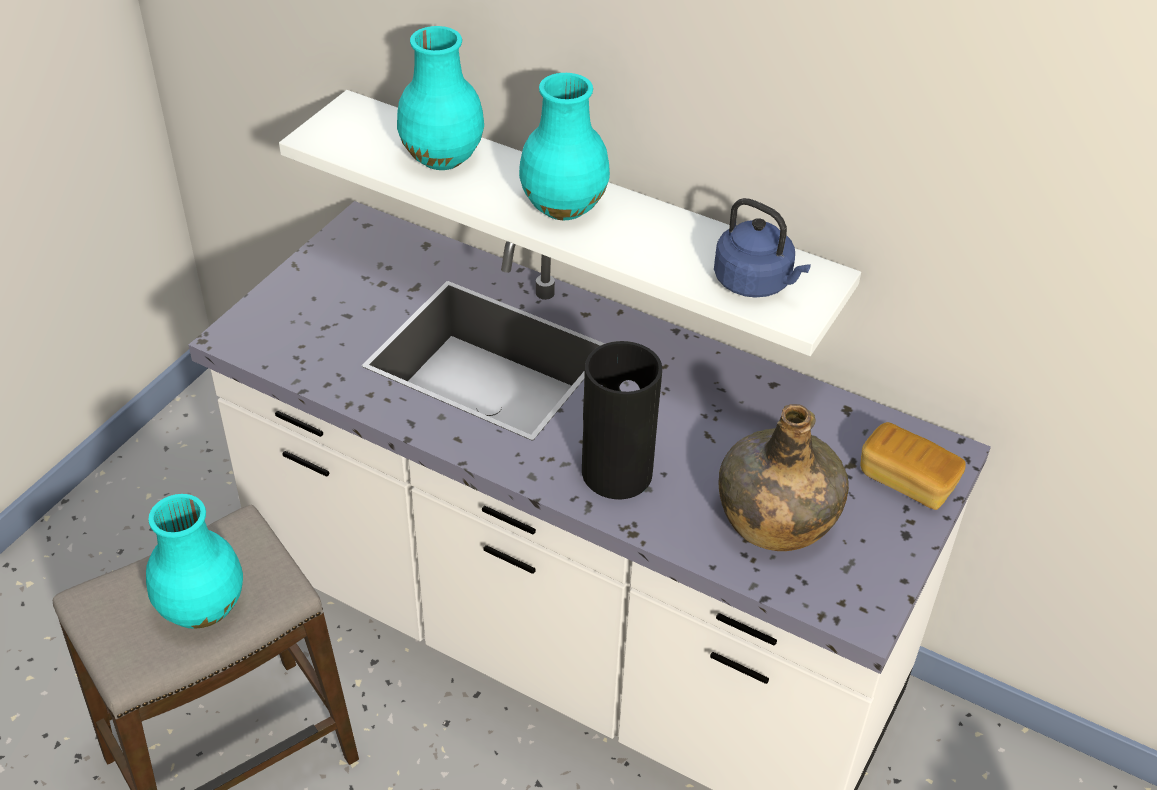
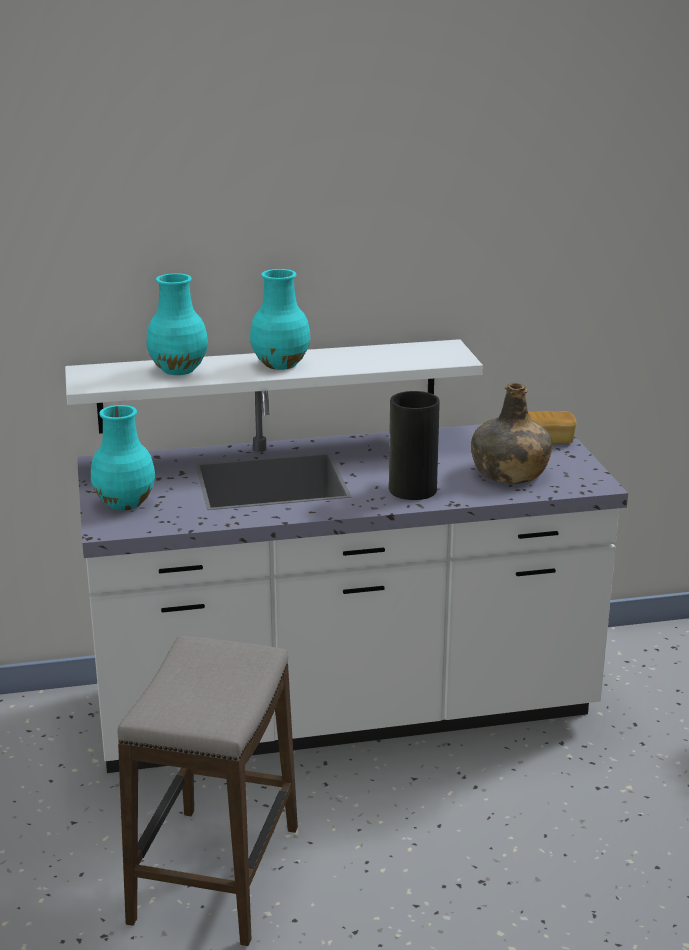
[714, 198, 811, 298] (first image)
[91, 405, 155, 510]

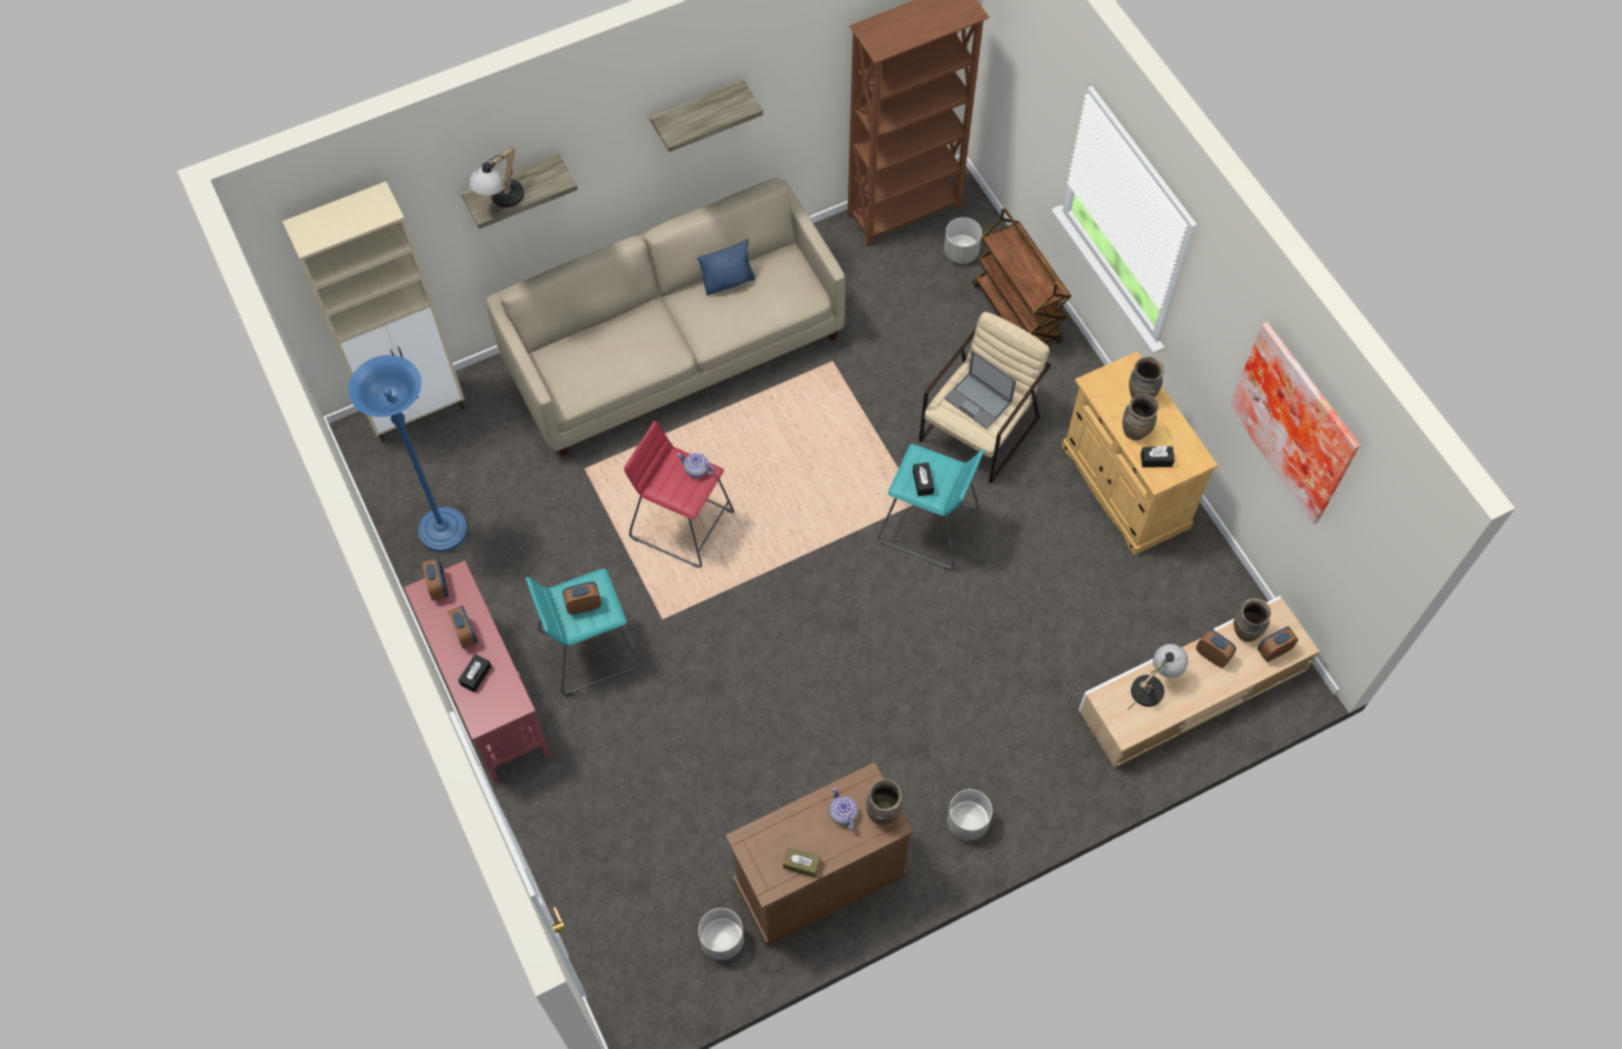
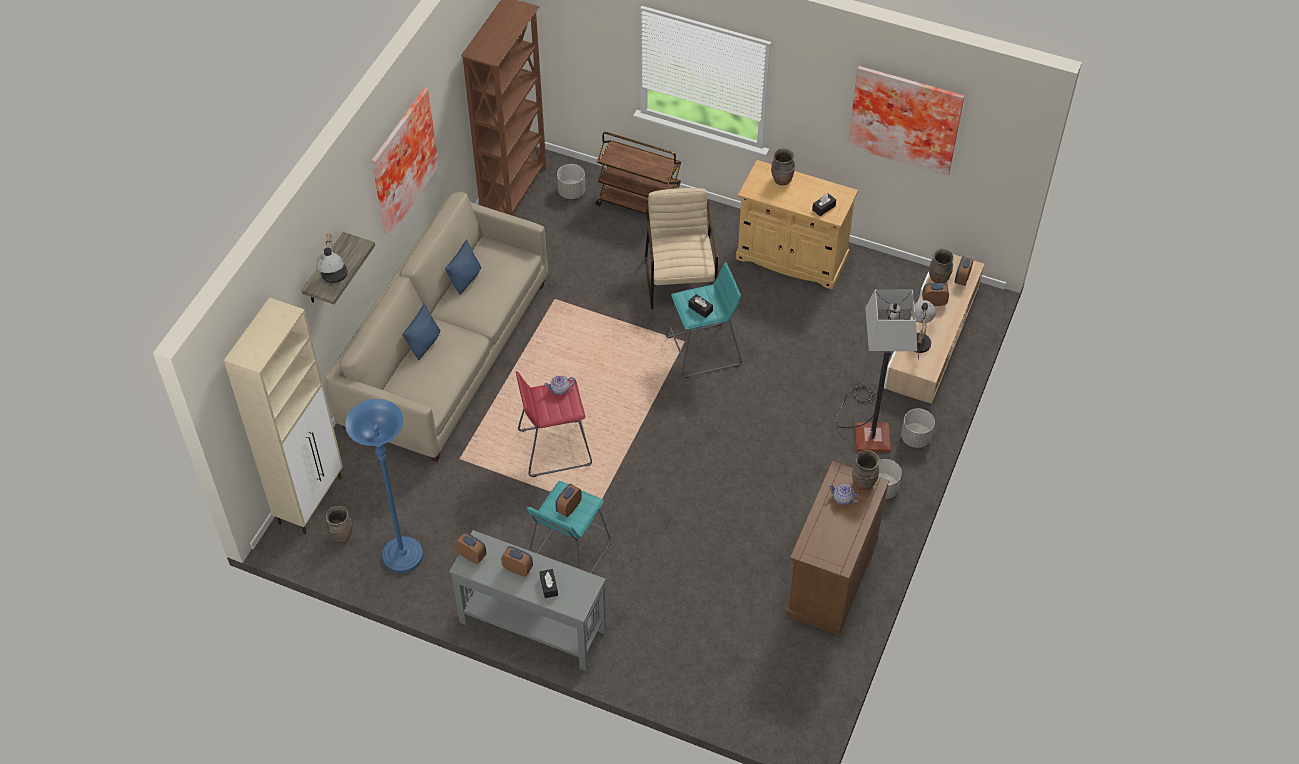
[372, 88, 439, 239]
[944, 350, 1016, 429] (first image)
[326, 506, 353, 543]
[449, 530, 606, 671]
[783, 847, 821, 877] (first image)
[901, 409, 935, 448]
[836, 289, 917, 452]
[403, 303, 441, 360]

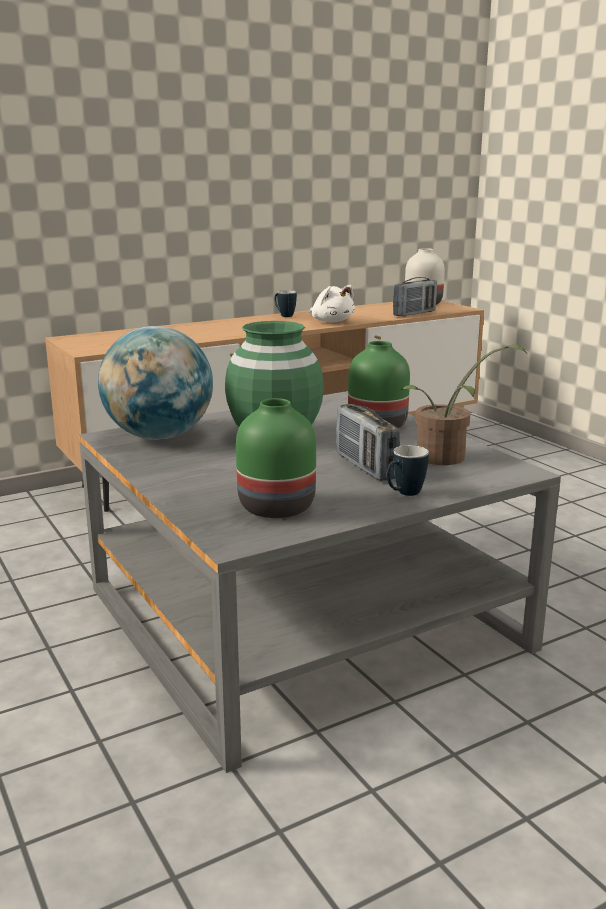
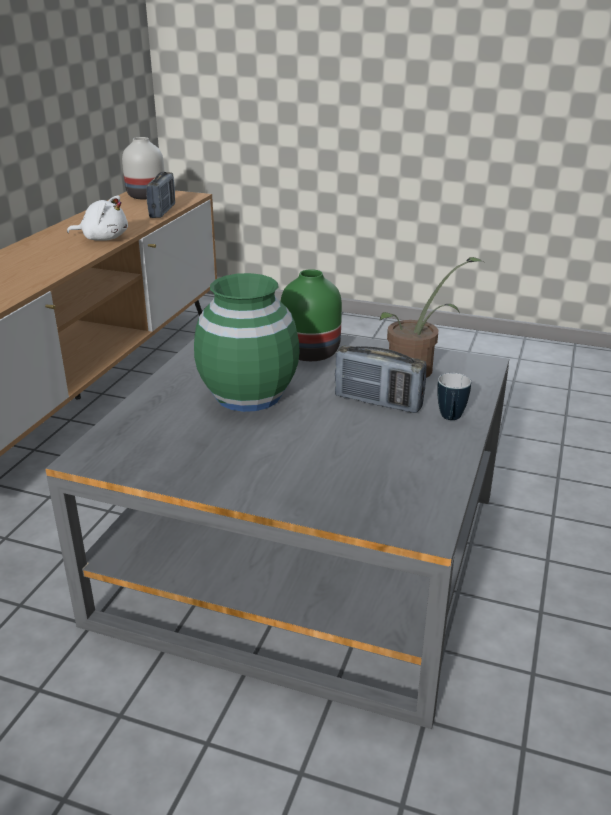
[275, 290, 297, 317] (first image)
[98, 326, 213, 440] (first image)
[236, 398, 316, 518] (first image)

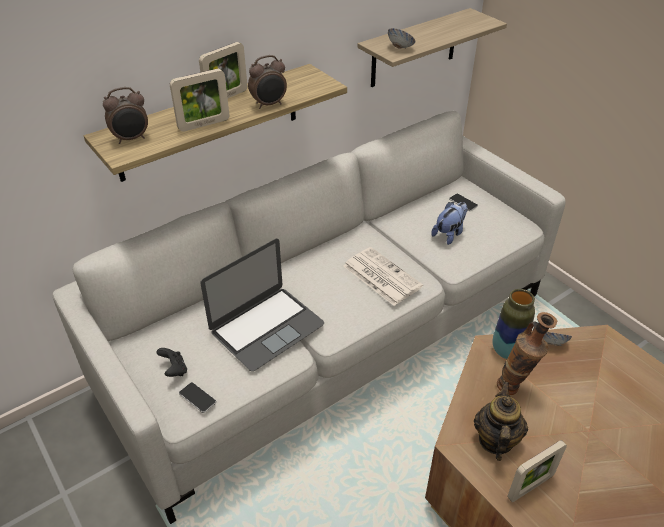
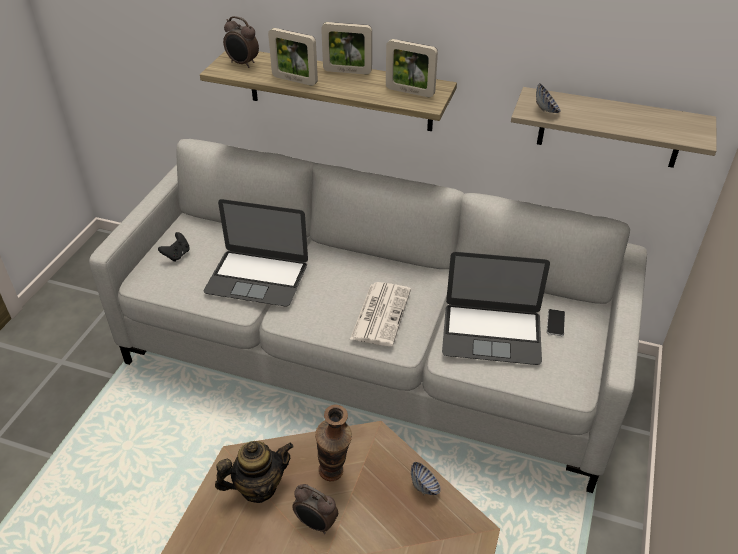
[292, 484, 338, 534]
[442, 252, 550, 365]
[492, 289, 535, 359] (first image)
[179, 382, 216, 413] (first image)
[386, 39, 438, 98]

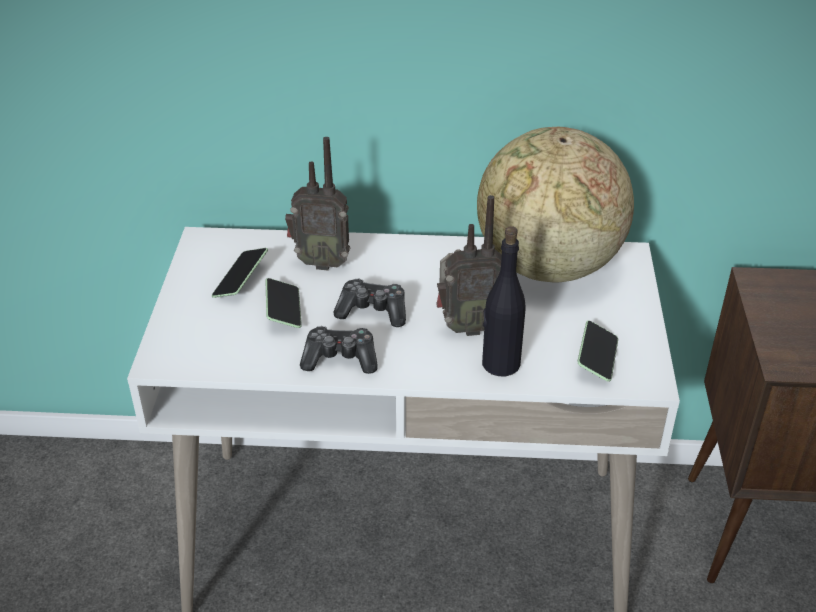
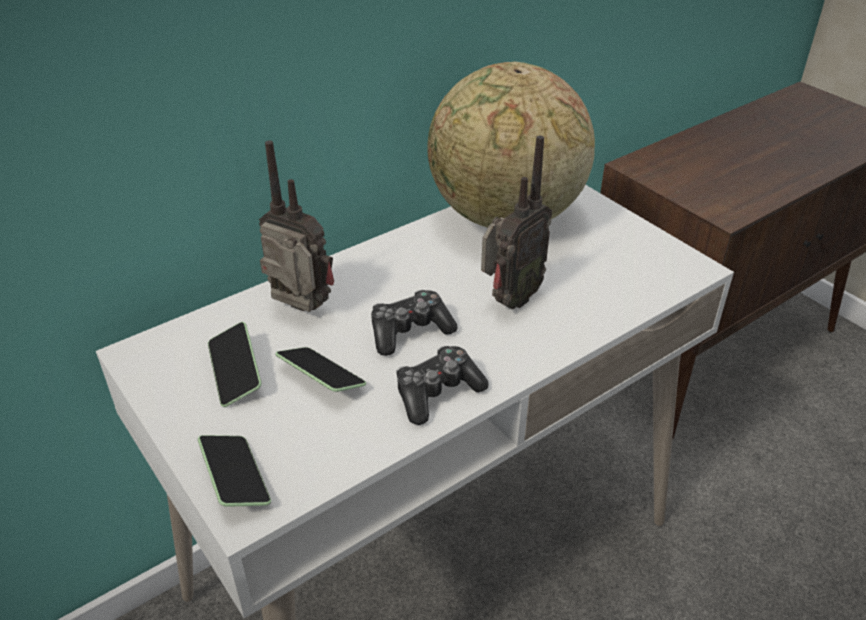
[259, 141, 334, 312]
[482, 226, 525, 376] (first image)
[198, 435, 271, 507]

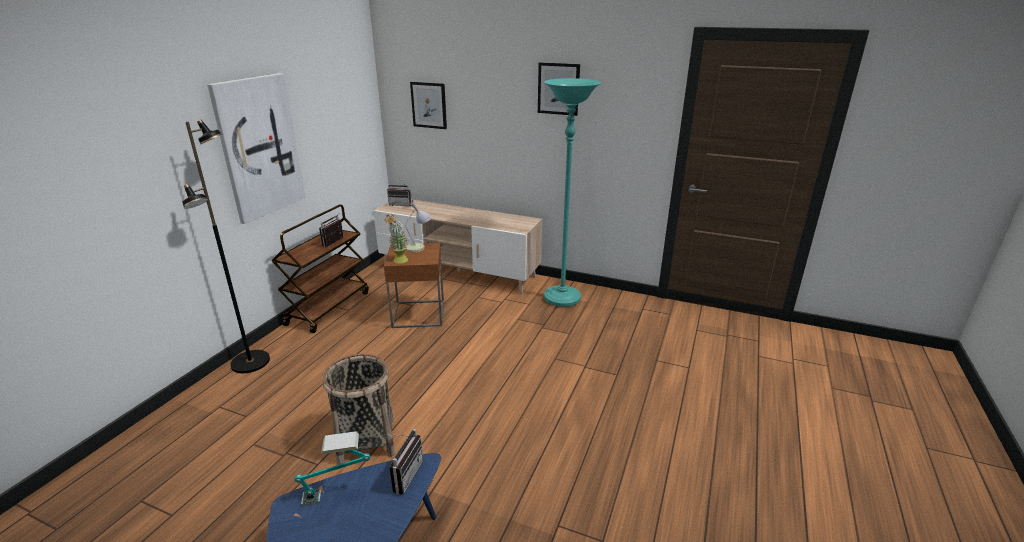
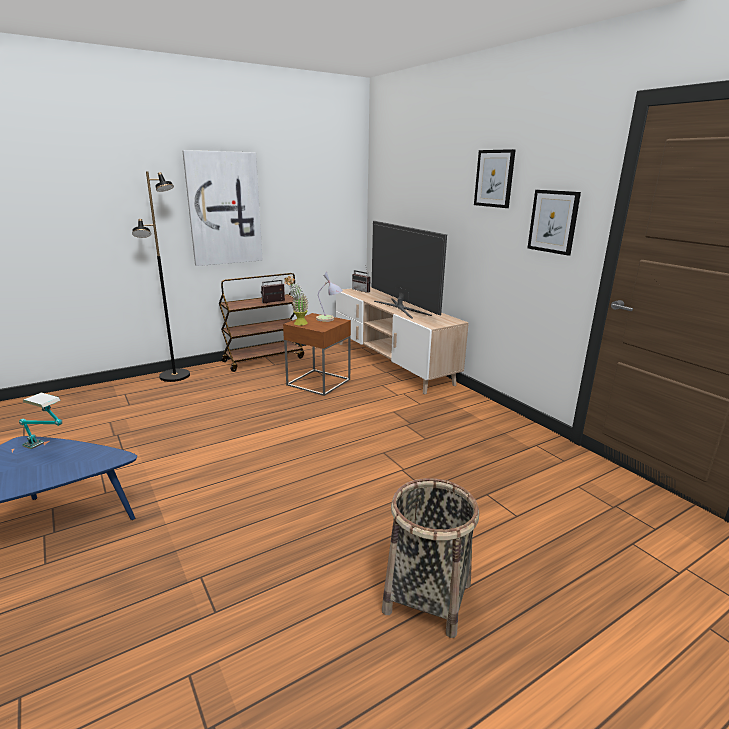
[544, 78, 601, 307] (first image)
[528, 190, 581, 256]
[382, 478, 479, 638]
[384, 429, 423, 495] (first image)
[372, 221, 447, 319]

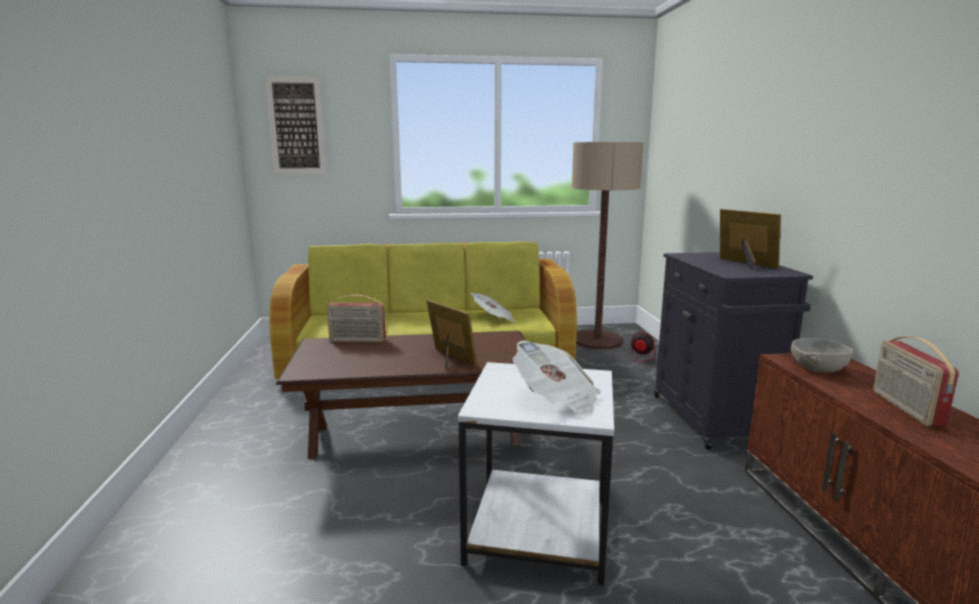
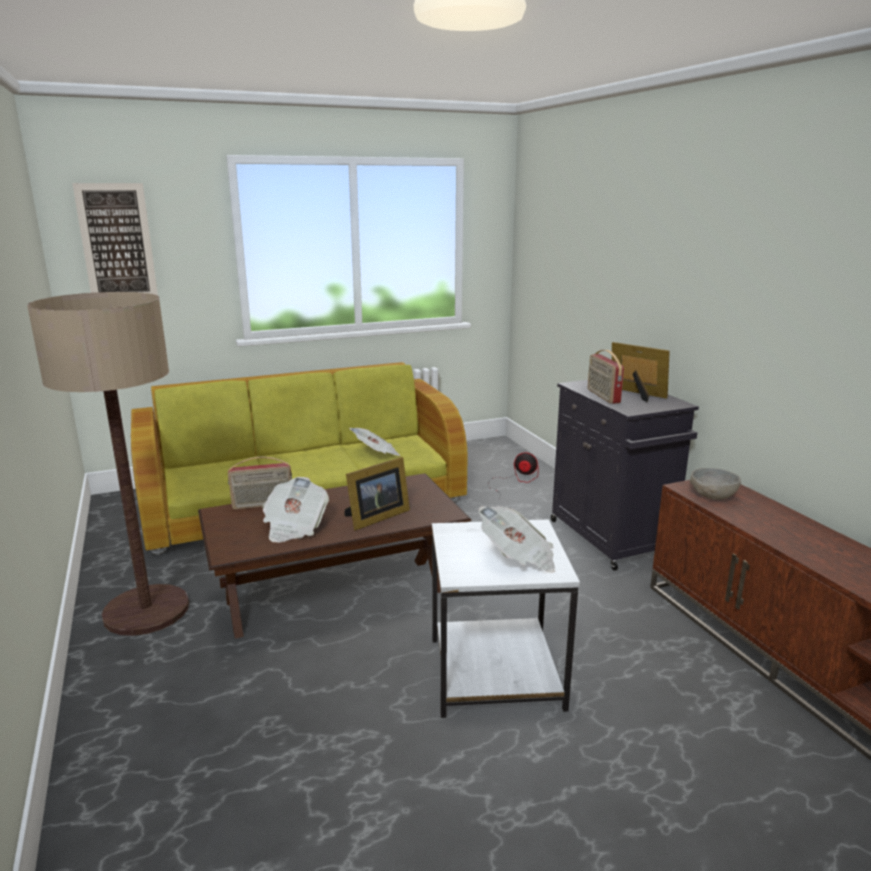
[27, 292, 189, 636]
[345, 457, 410, 531]
[588, 350, 624, 404]
[262, 477, 329, 542]

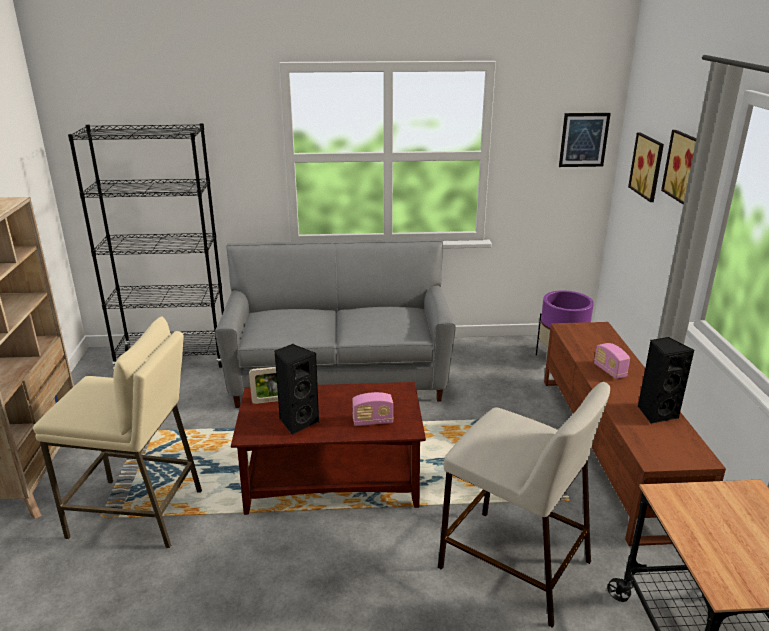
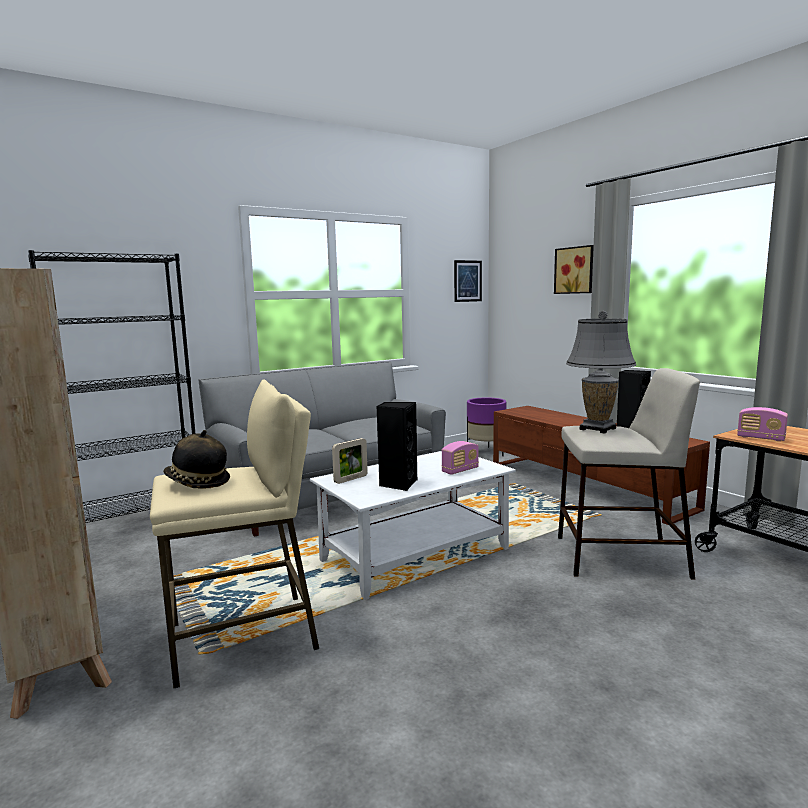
[628, 133, 664, 202] (first image)
[737, 407, 788, 441]
[310, 451, 516, 600]
[566, 311, 636, 434]
[163, 430, 230, 489]

